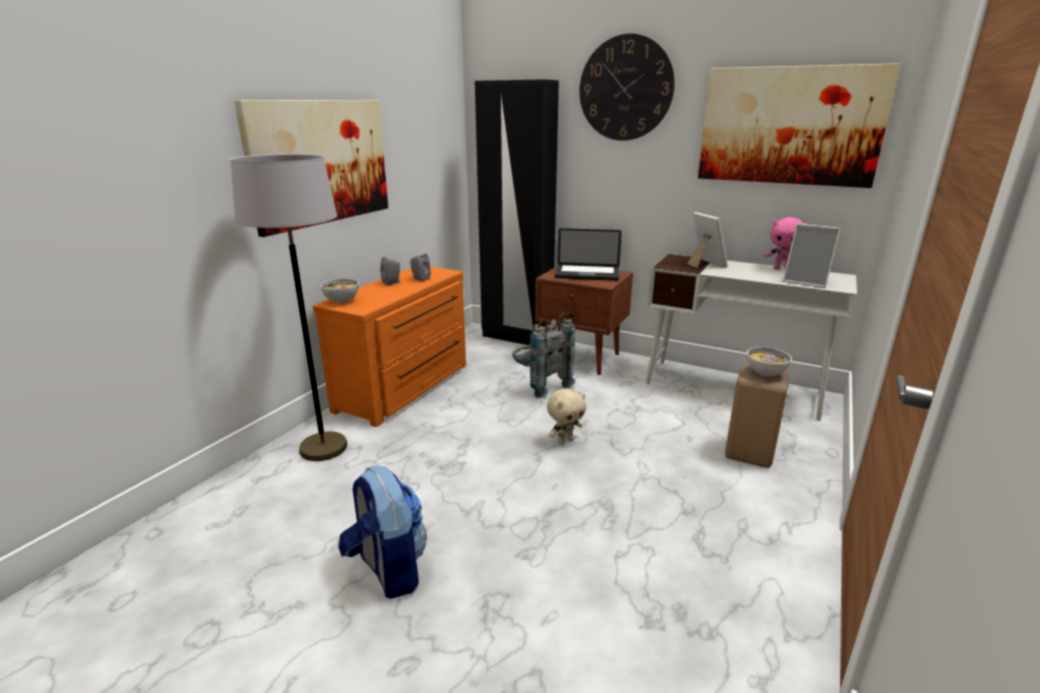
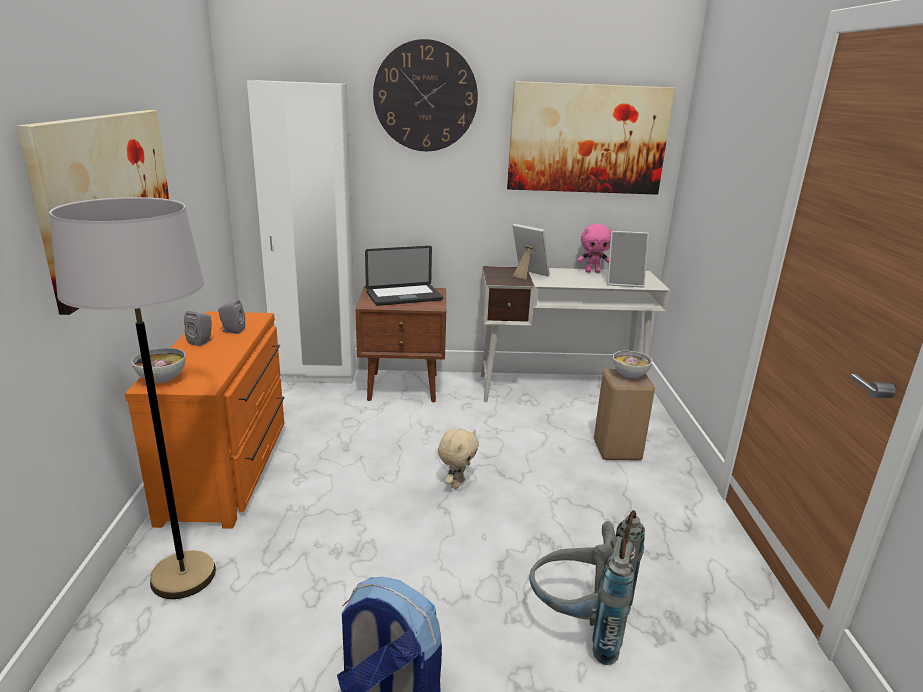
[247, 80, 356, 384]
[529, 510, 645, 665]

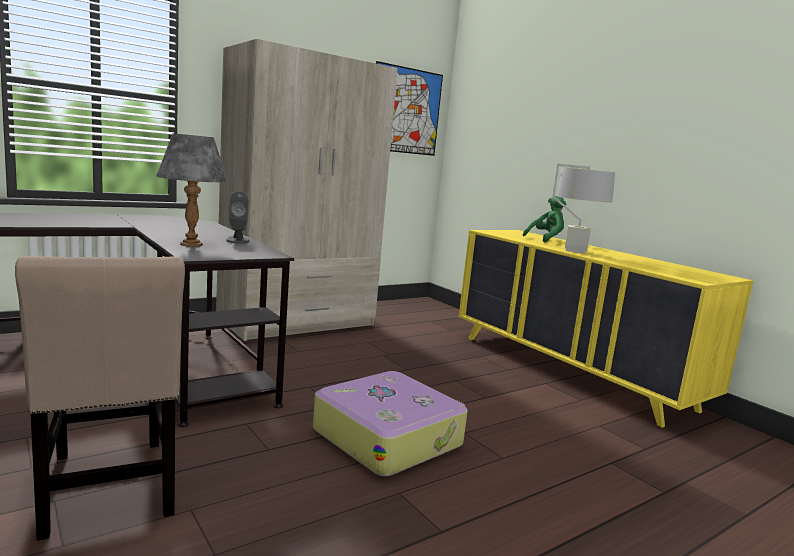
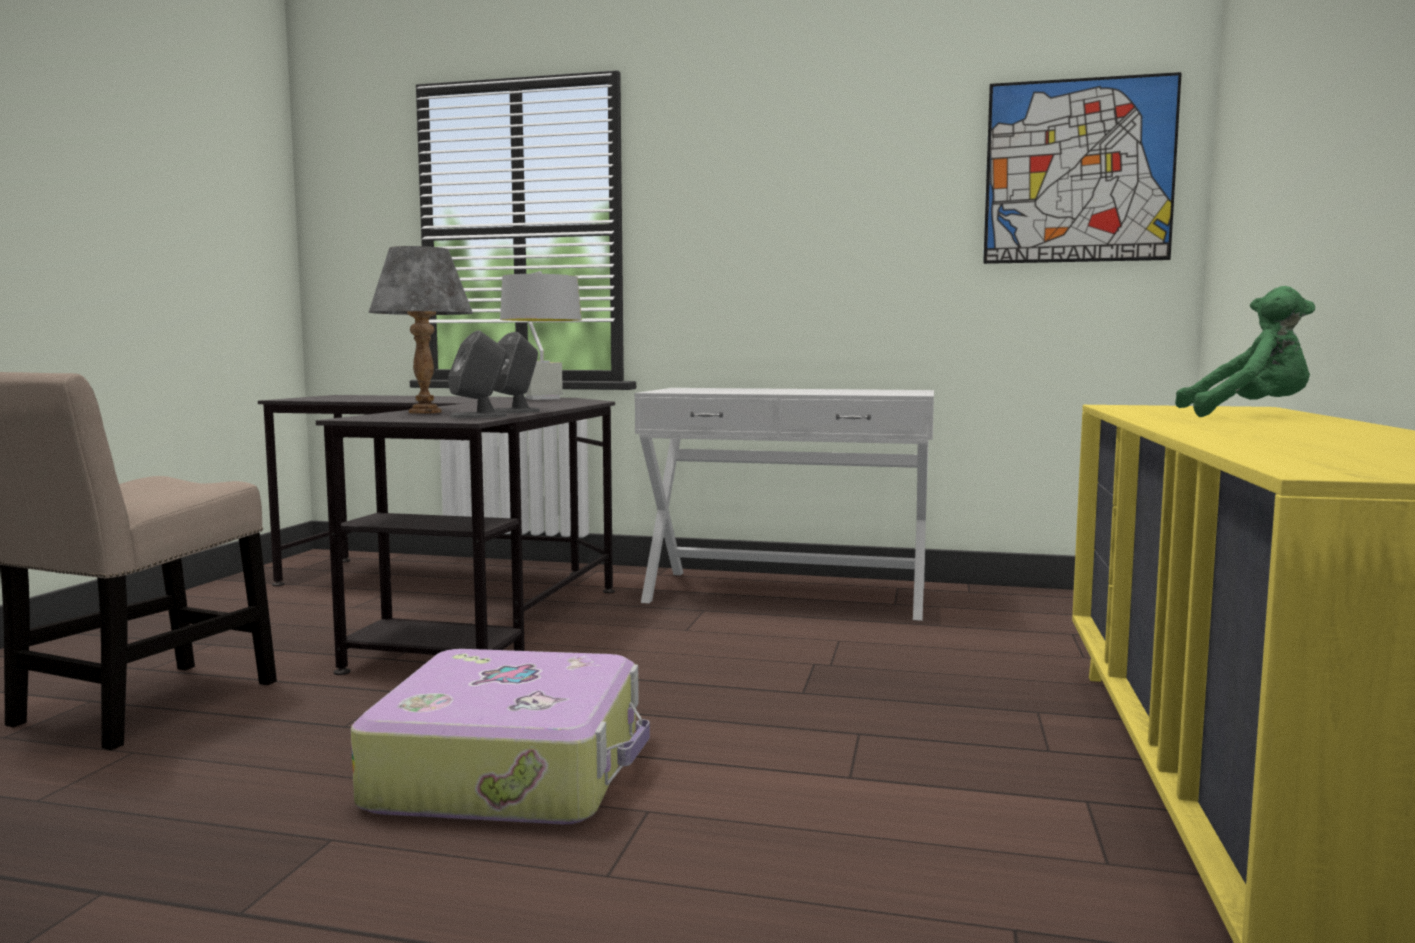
[635, 388, 934, 621]
[500, 271, 582, 400]
[448, 330, 507, 418]

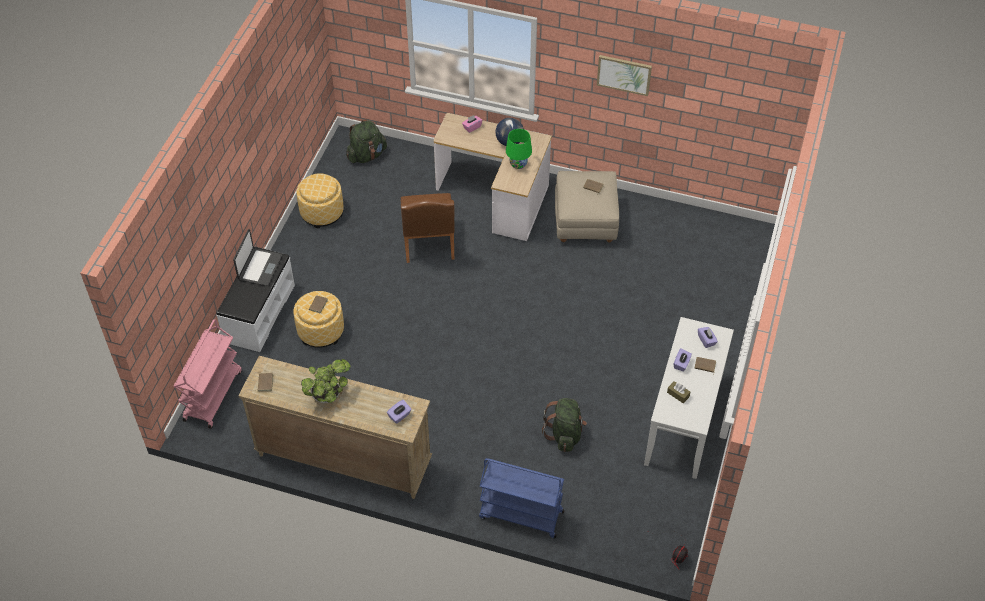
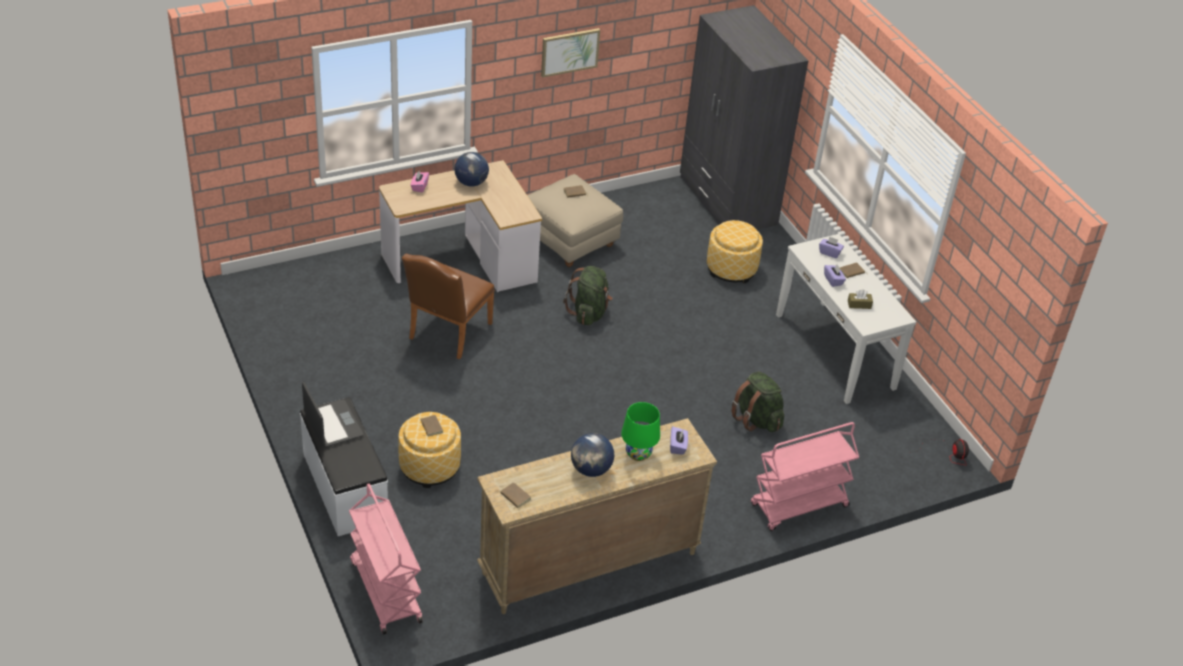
[563, 266, 613, 325]
[621, 402, 660, 461]
[707, 220, 763, 284]
[402, 254, 495, 360]
[571, 433, 614, 477]
[751, 422, 859, 531]
[680, 5, 808, 230]

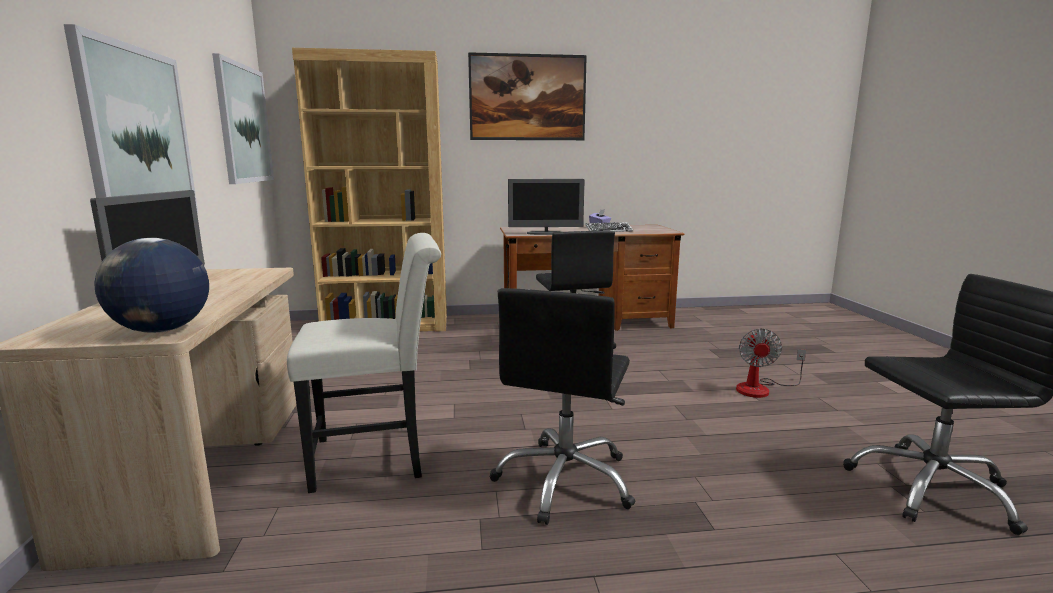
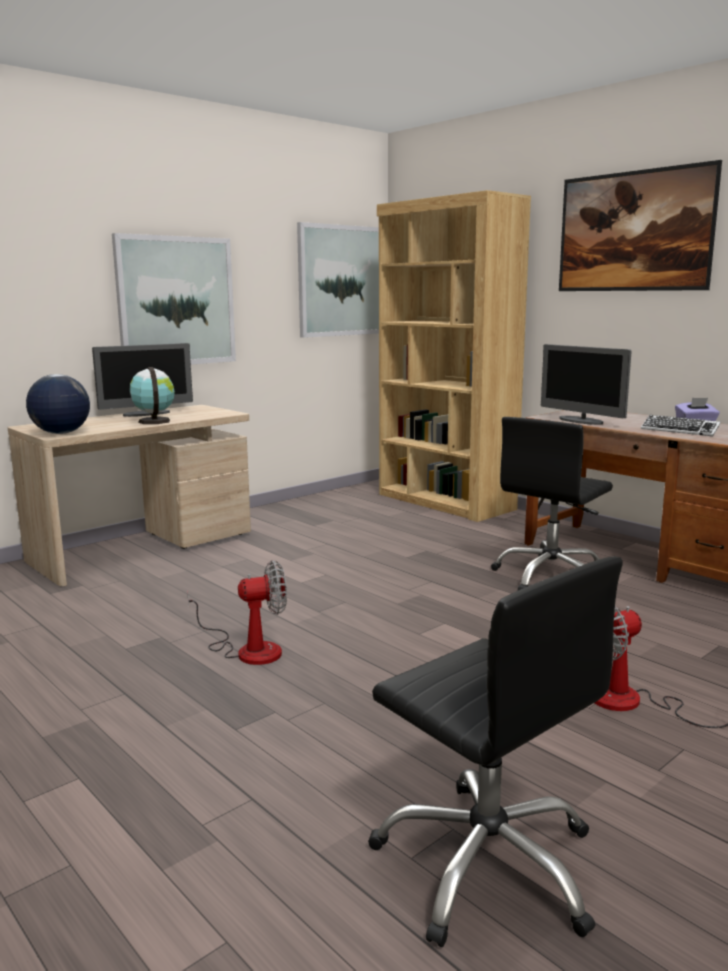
[287, 233, 441, 493] (first image)
[187, 560, 287, 665]
[130, 367, 175, 424]

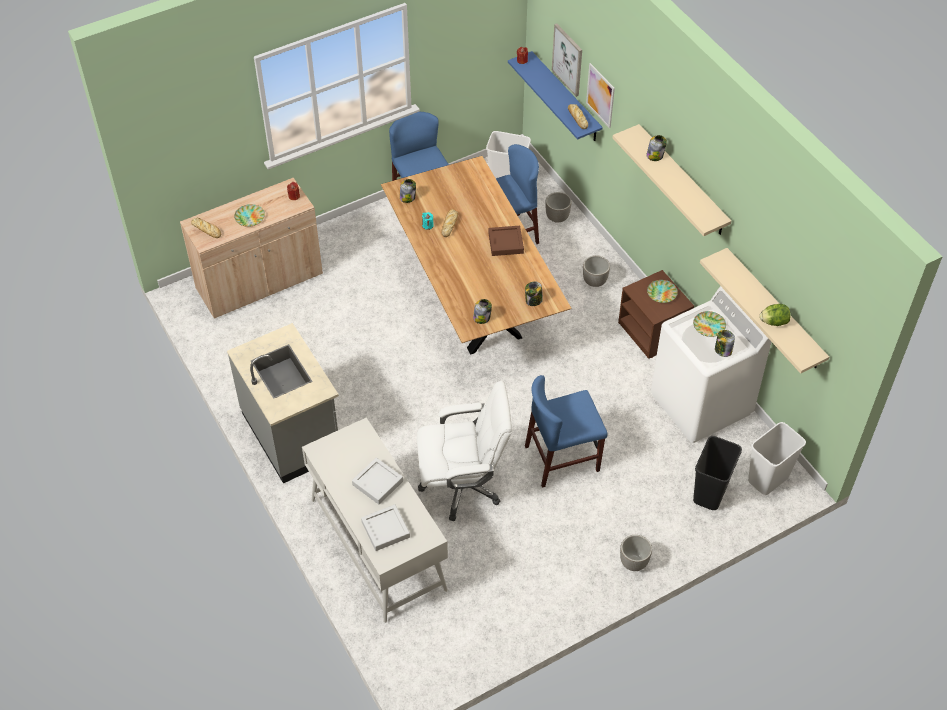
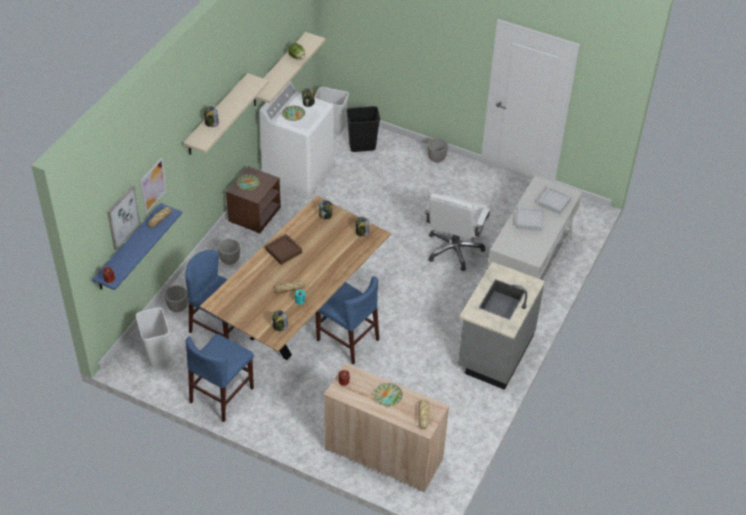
[315, 276, 379, 365]
[424, 193, 490, 271]

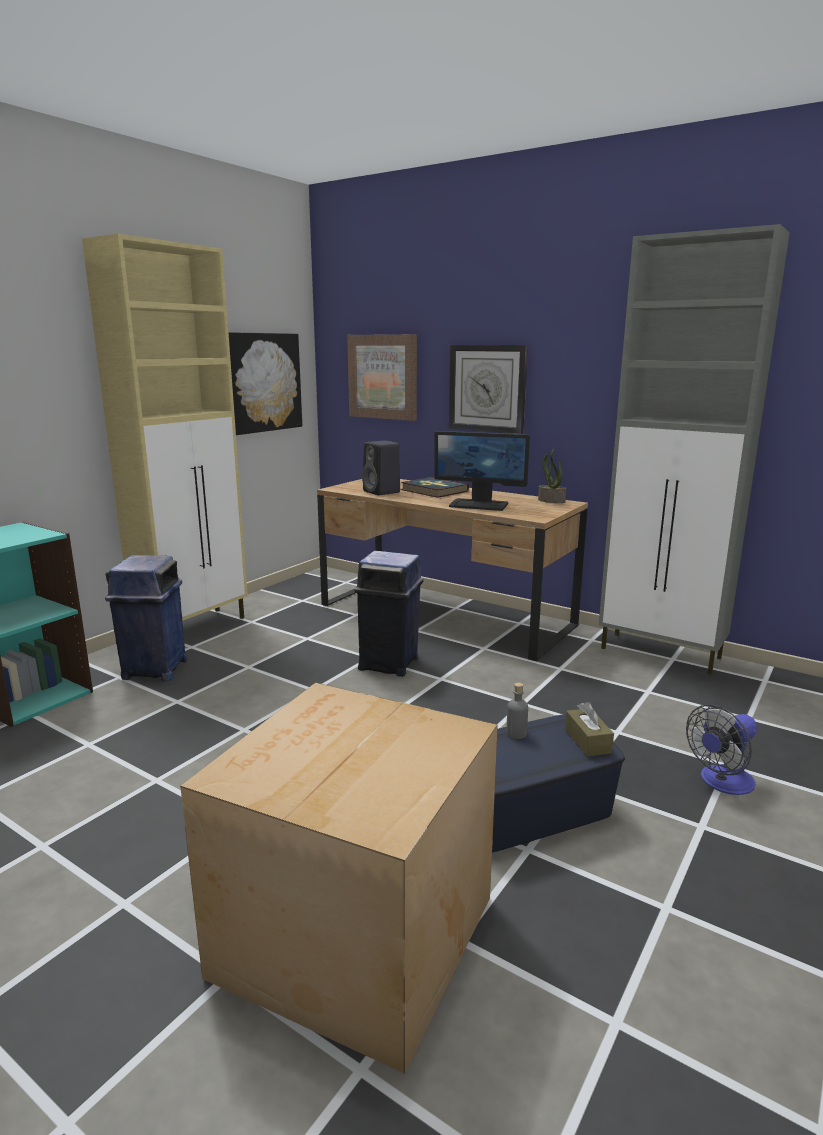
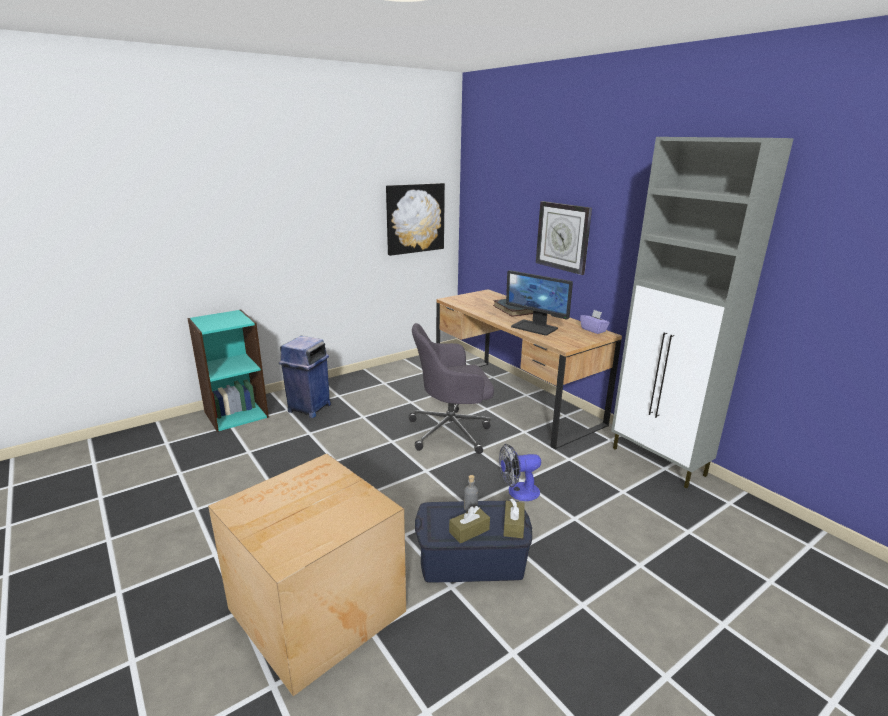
[82, 234, 248, 621] (first image)
[347, 334, 417, 421] (first image)
[362, 441, 400, 495] (first image)
[580, 310, 610, 334]
[409, 323, 494, 454]
[499, 444, 541, 501]
[449, 506, 490, 544]

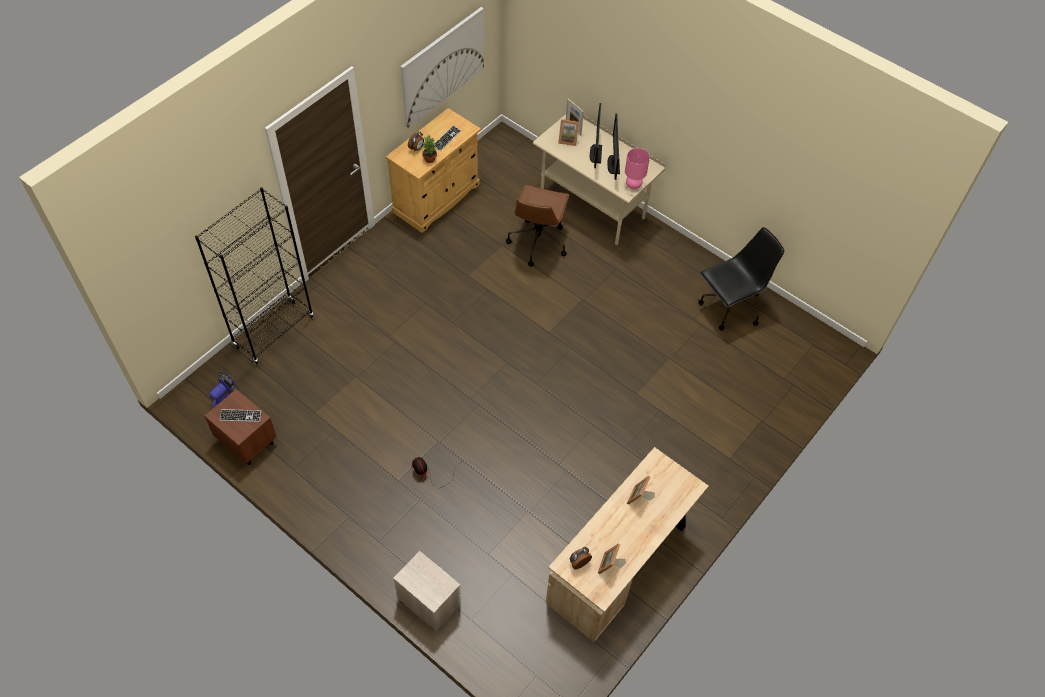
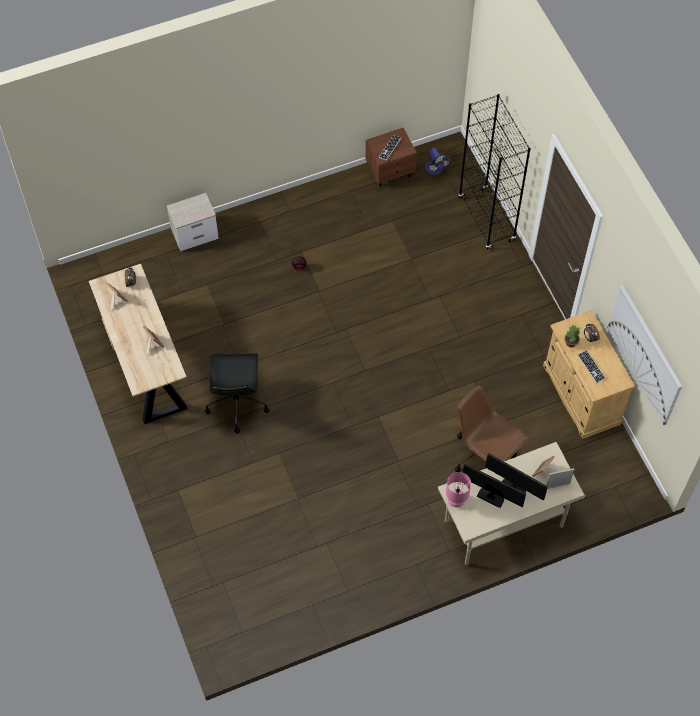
[205, 353, 269, 433]

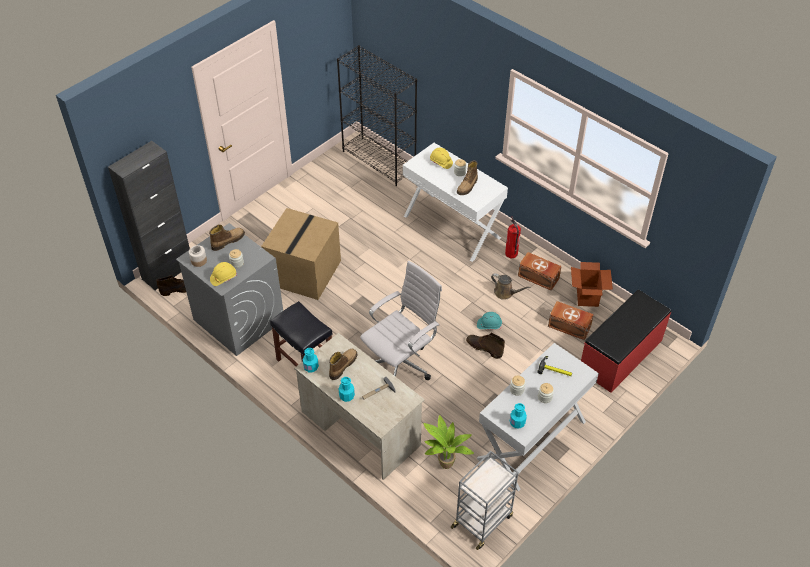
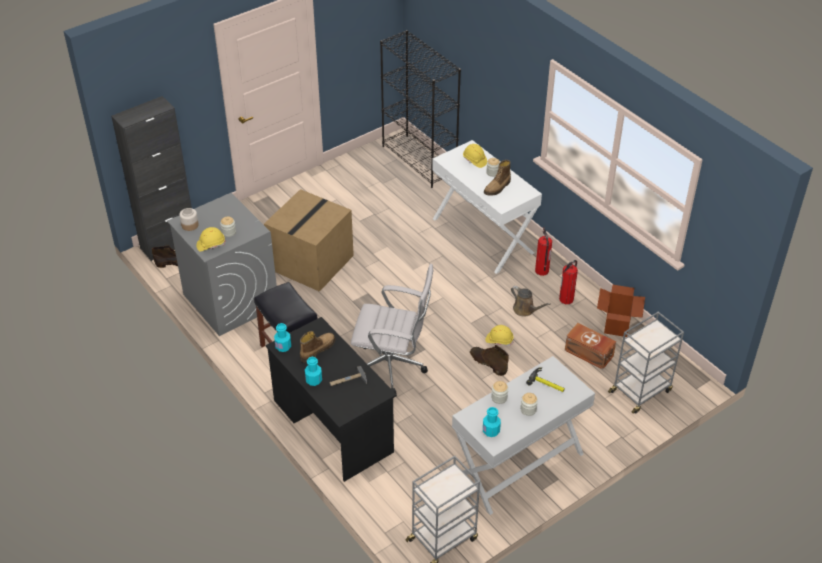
[209, 225, 245, 251] (first image)
[559, 260, 578, 304]
[351, 264, 433, 393]
[608, 312, 684, 414]
[485, 325, 514, 346]
[266, 317, 397, 482]
[424, 415, 474, 469] (first image)

